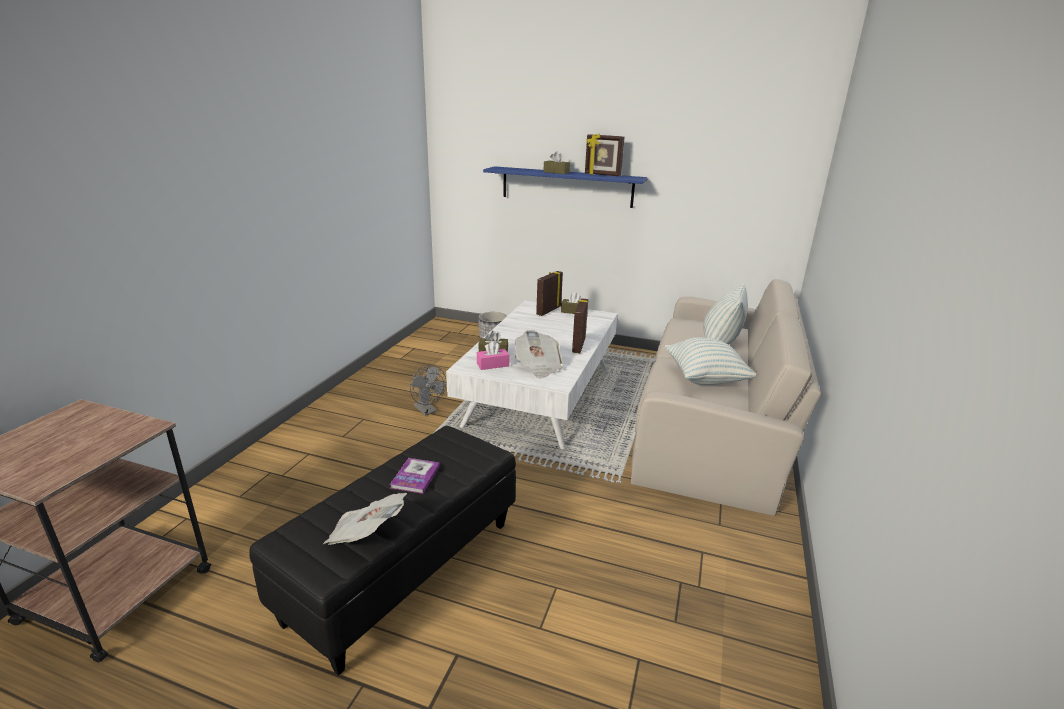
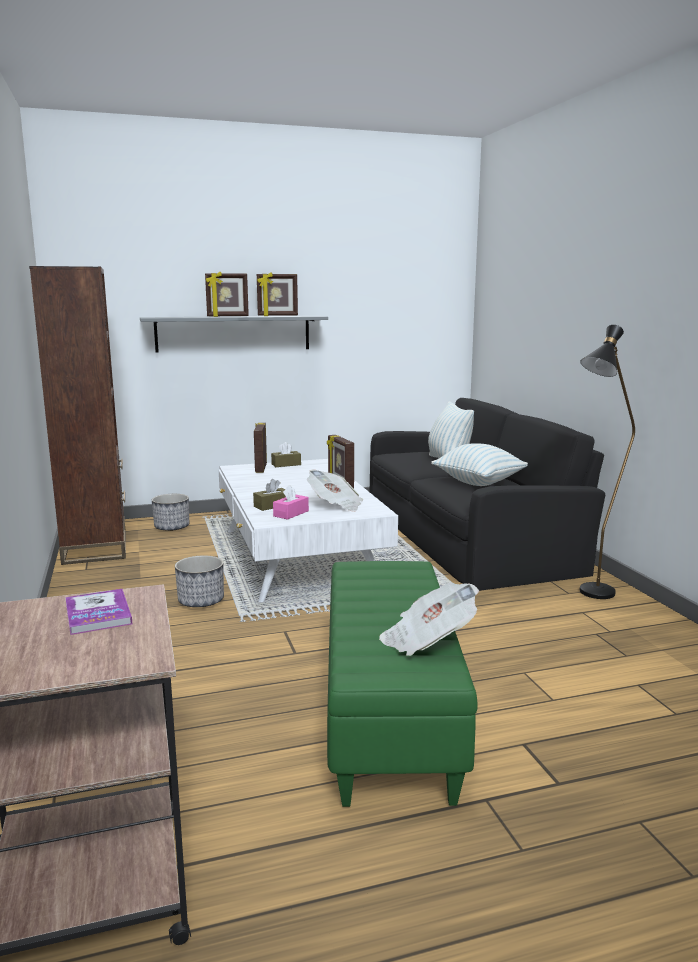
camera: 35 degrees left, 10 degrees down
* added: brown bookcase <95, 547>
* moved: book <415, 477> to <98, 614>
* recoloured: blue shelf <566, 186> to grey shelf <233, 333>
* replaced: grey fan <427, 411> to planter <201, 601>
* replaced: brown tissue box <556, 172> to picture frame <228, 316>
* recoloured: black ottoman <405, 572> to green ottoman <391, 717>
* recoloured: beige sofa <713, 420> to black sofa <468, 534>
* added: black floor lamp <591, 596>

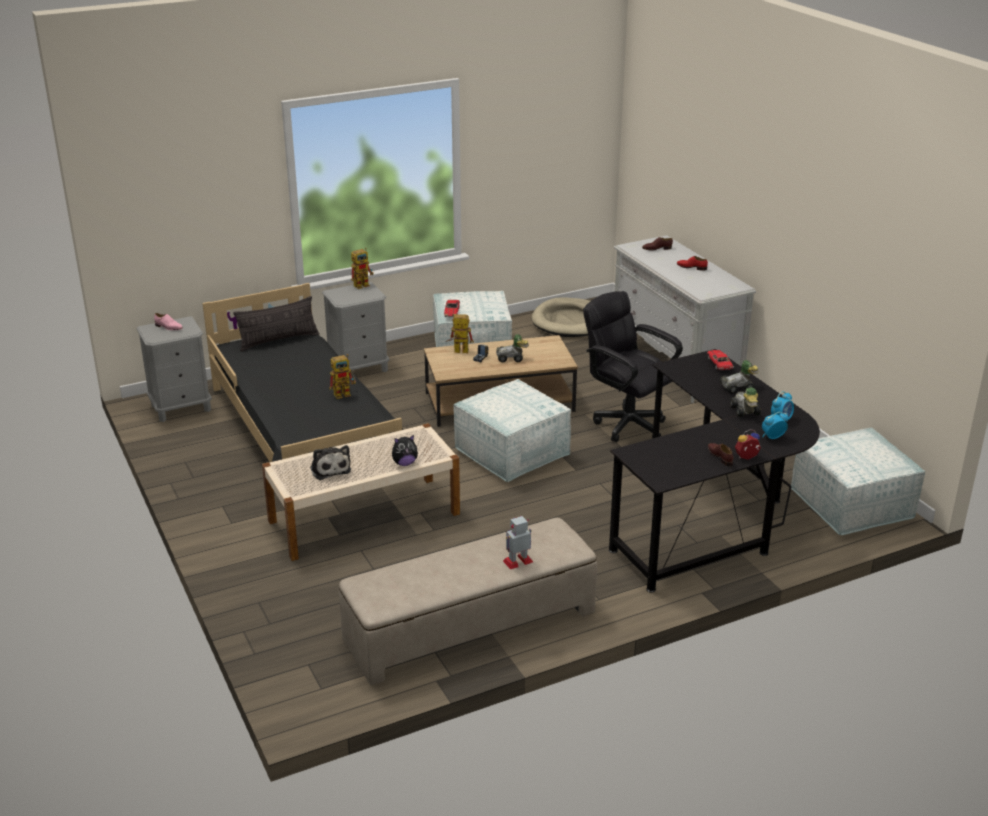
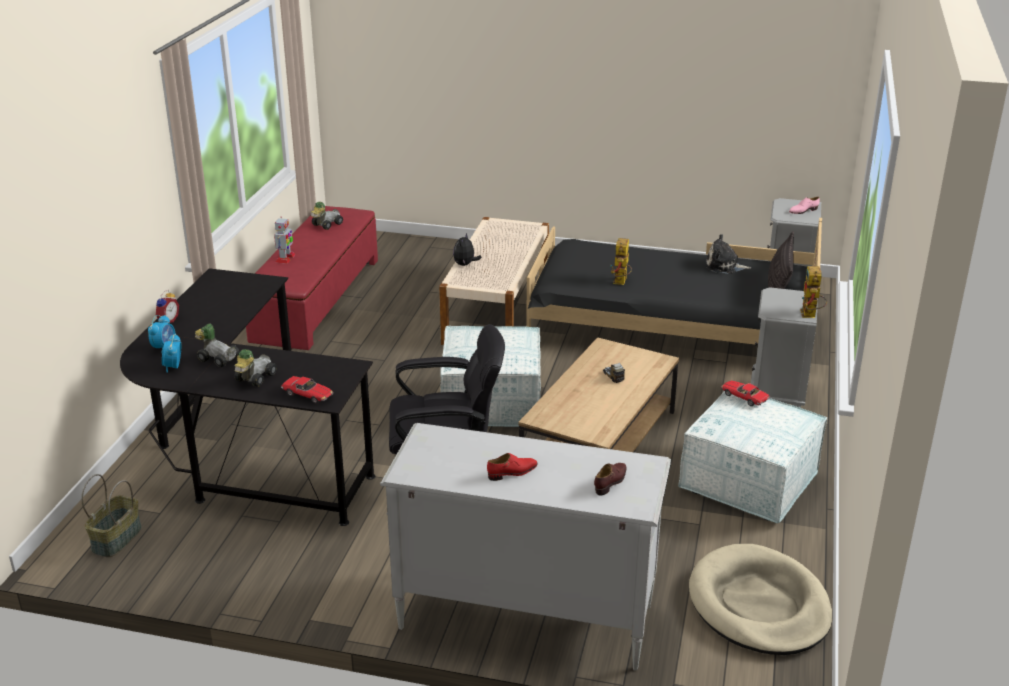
camera: 130 degrees right, 0 degrees up
* replaced: white ottoman <851, 507> to basket <116, 539>
* recoloured: beige bench <469, 626> to red bench <316, 298>
* moved: toy car <511, 358> to <325, 225>
* moved: plush toy <329, 469> to <724, 266>
* removed: toy robot <457, 351>
* removed: brown shoe <720, 457>

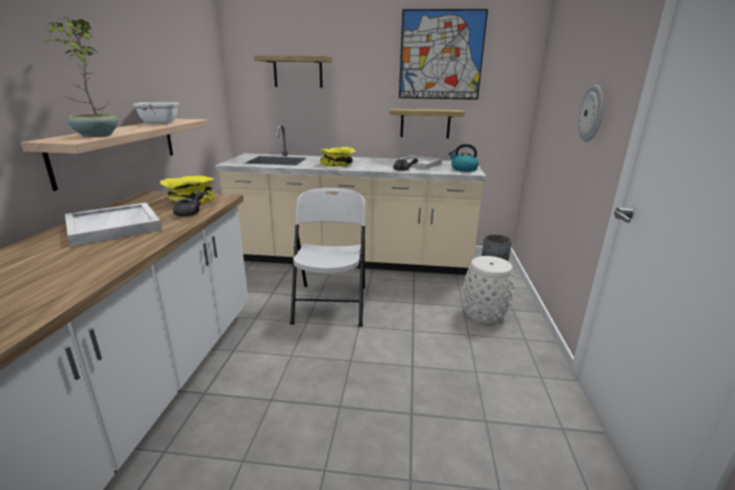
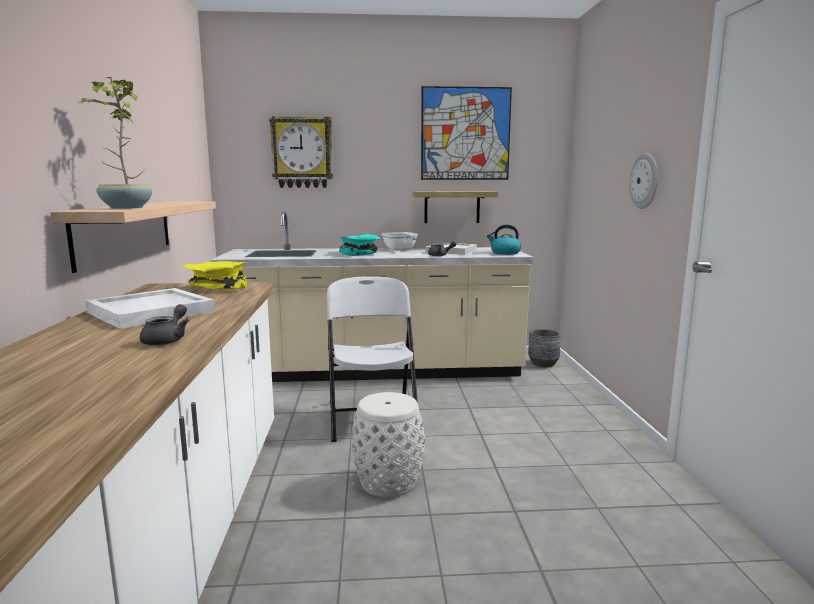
camera: 10 degrees left, 10 degrees down
* moved: grey teapot <190, 213> to <167, 340>
* replaced: shelf <298, 72> to wall clock <302, 153>
* recoloured: yellow bowl <338, 164> to turquoise bowl <360, 254>
* moved: white stool <484, 314> to <388, 482>
* moved: frying pan <158, 123> to <400, 250>

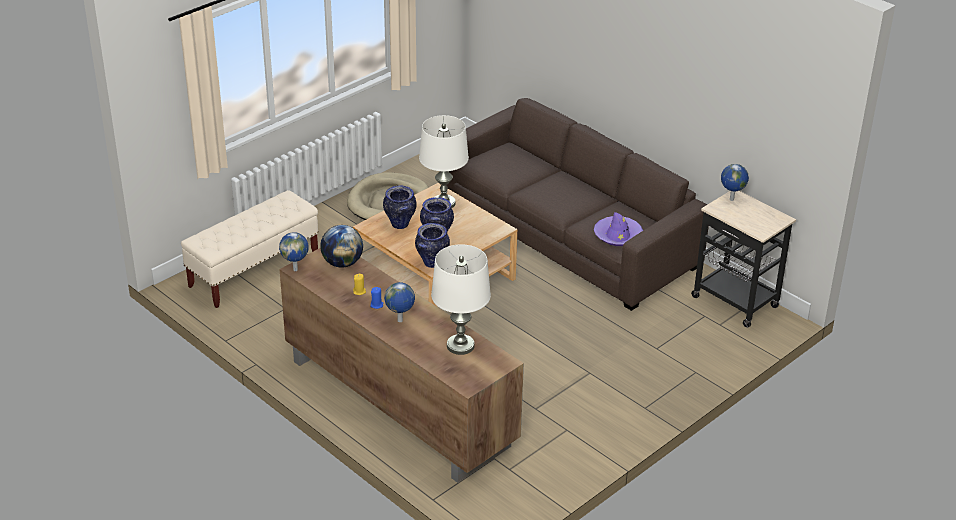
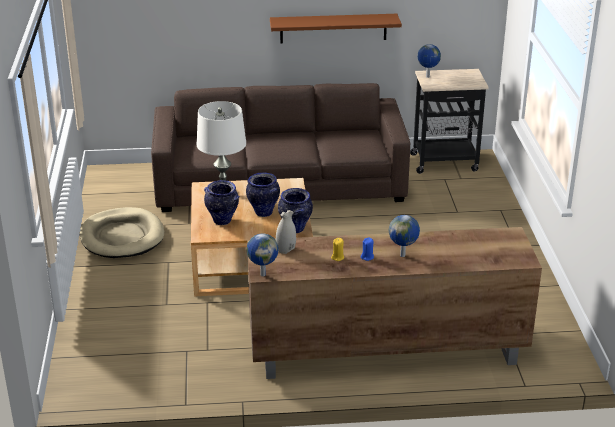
camera: 50 degrees left, 5 degrees down
* added: brown shelf <333, 28>
* replaced: globe <342, 263> to white vase <286, 249>
* removed: beige bench <254, 271>
* removed: white table lamp <460, 345>
* removed: purple hat <618, 235>

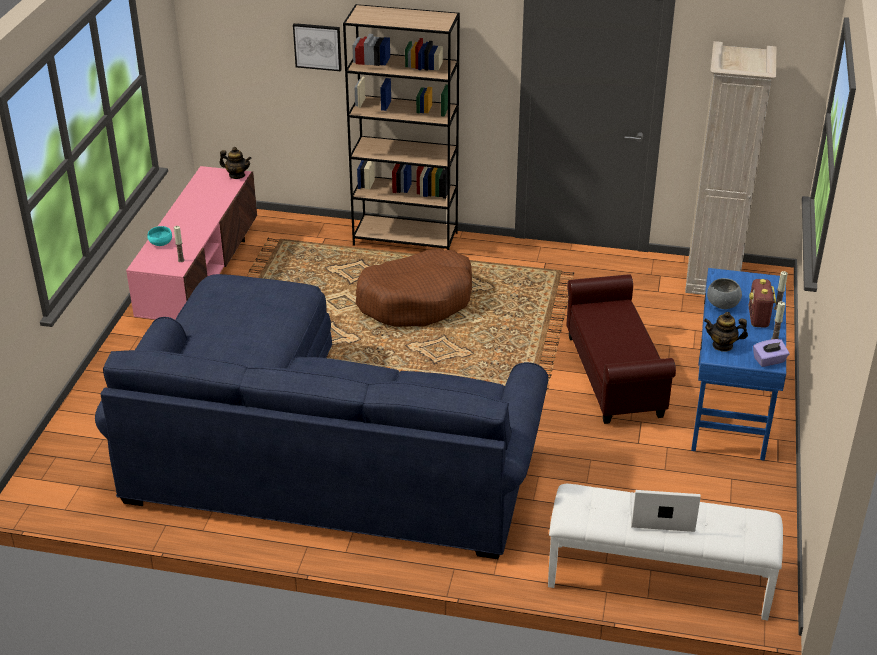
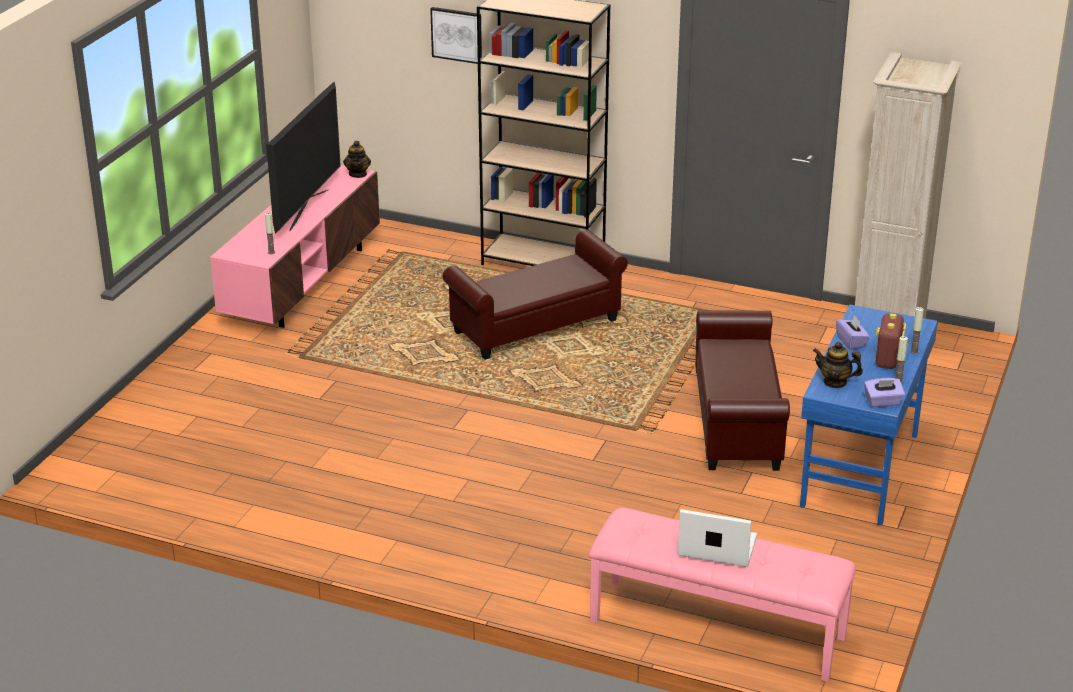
camera: 10 degrees right, 5 degrees down
* added: television <308, 209>
* turned: teapot <237, 175> = <358, 174> 60 degrees clockwise
* replaced: brown dog bed <416, 300> to brown ottoman <535, 327>
* recoloured: white bench <658, 580> to pink bench <716, 629>
* replaced: grey bowl <722, 304> to purple tissue box <851, 342>
* removed: blue sofa <311, 454>
* removed: turquoise bowl <160, 243>

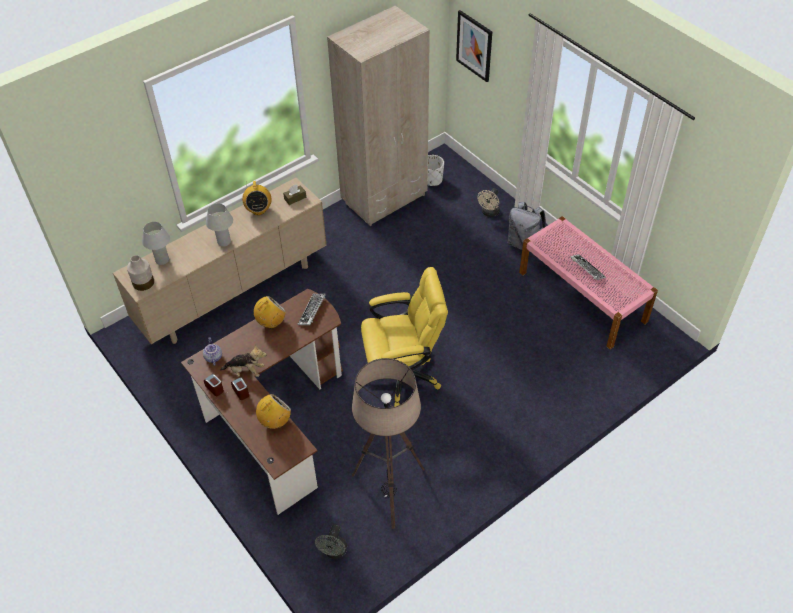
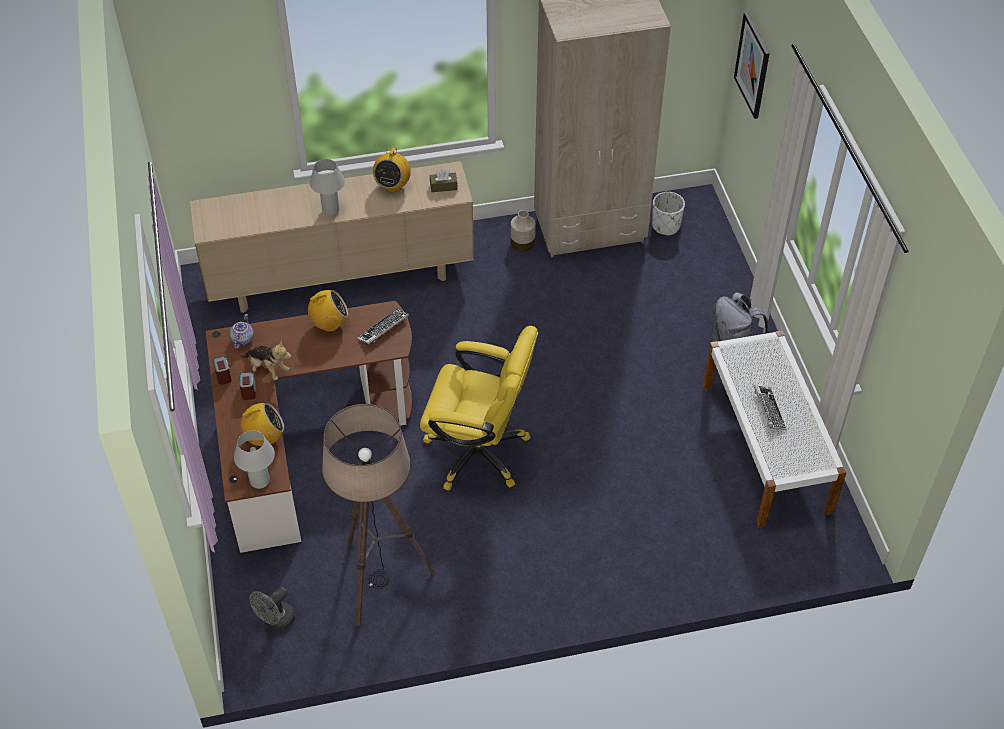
camera: 25 degrees right, 0 degrees up
* moved: white table lamp <162, 260> to <260, 481>
* moved: beige vase <143, 282> to <523, 242>
* recoloured: pink bench <582, 296> to white bench <766, 447>
* removed: beige fan <489, 213>

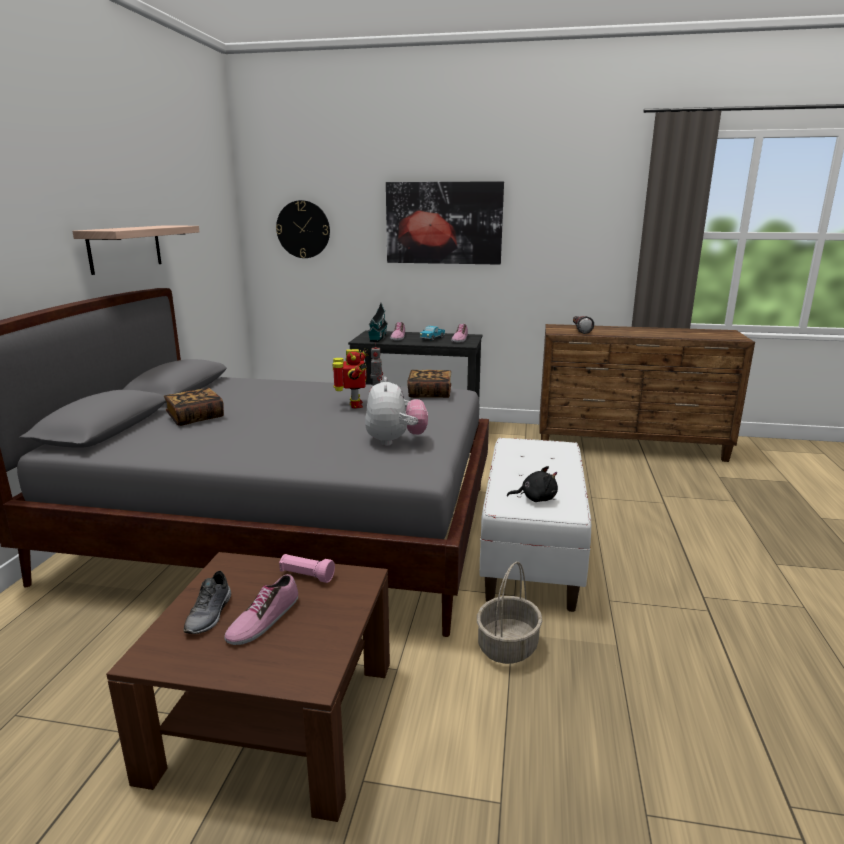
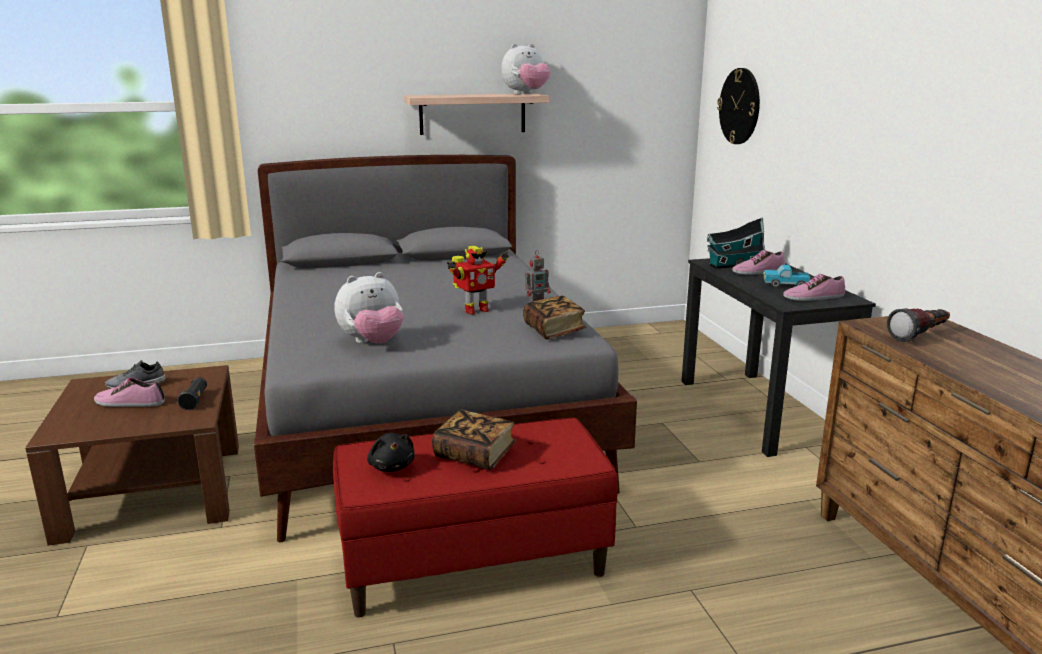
camera: 65 degrees right, 0 degrees up
* recoloured: pink flashlight <306, 576> to black flashlight <195, 400>
* recoloured: white bench <530, 553> to red bench <474, 562>
* moved: book <195, 418> to <475, 455>
* added: plush toy <526, 94>
* removed: picture <444, 223>
* removed: basket <508, 647>

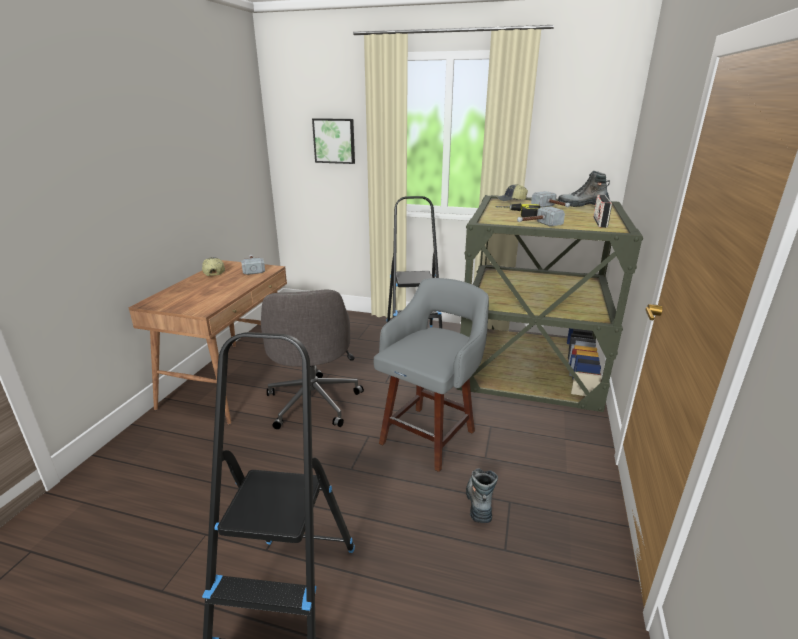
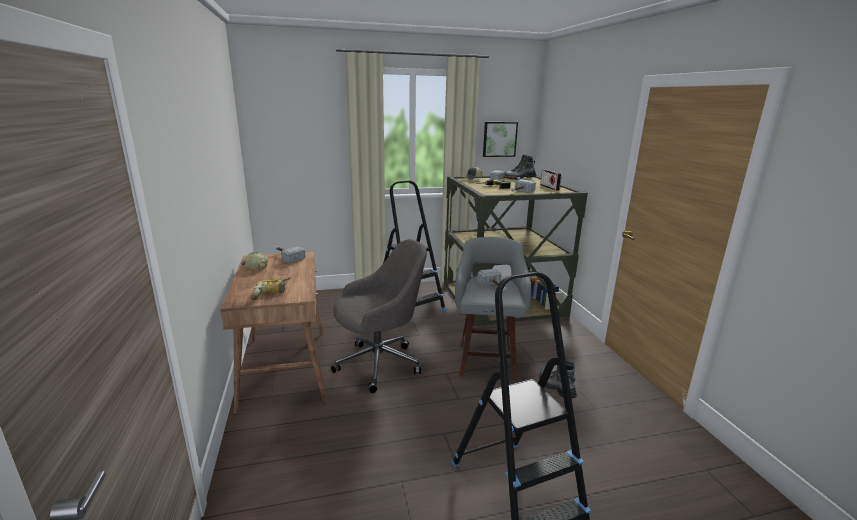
camera: 30 degrees left, 5 degrees down
* added: power drill <271, 293>
* turned: grey office chair <313, 403> = <379, 364> 75 degrees counterclockwise
* added: hammer <494, 287>
* moved: picture <334, 141> to <499, 139>

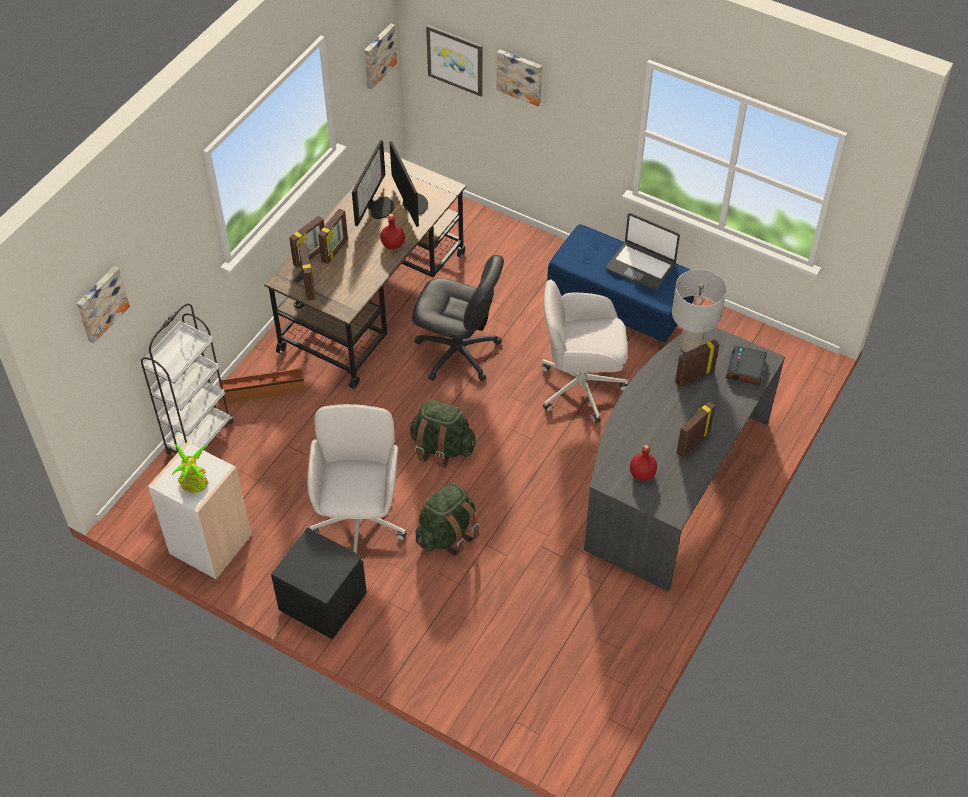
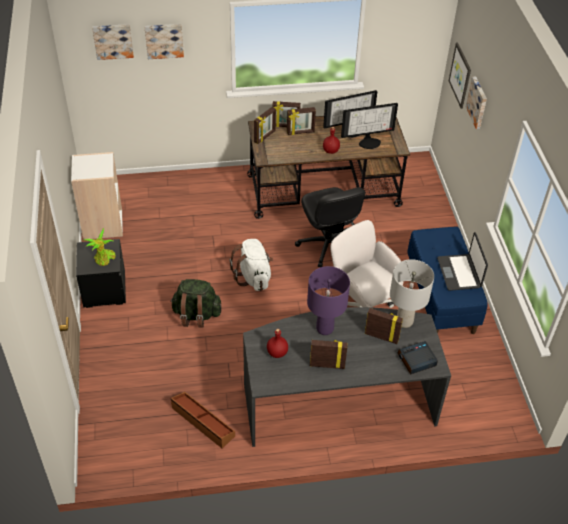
camera: 50 degrees right, 5 degrees down
* moved: potted plant <194, 483> to <104, 259>
* moved: picture <378, 55> to <164, 40>
* moved: brown storage box <262, 390> to <202, 422>
* recoloured: green backpack <441, 448> to white backpack <253, 277>
* added: purple table lamp <324, 329>
* turned: monitor <412, 204> = <369, 141> 45 degrees clockwise
* removed: white cart <199, 438>
* removed: white office chair <360, 523>

